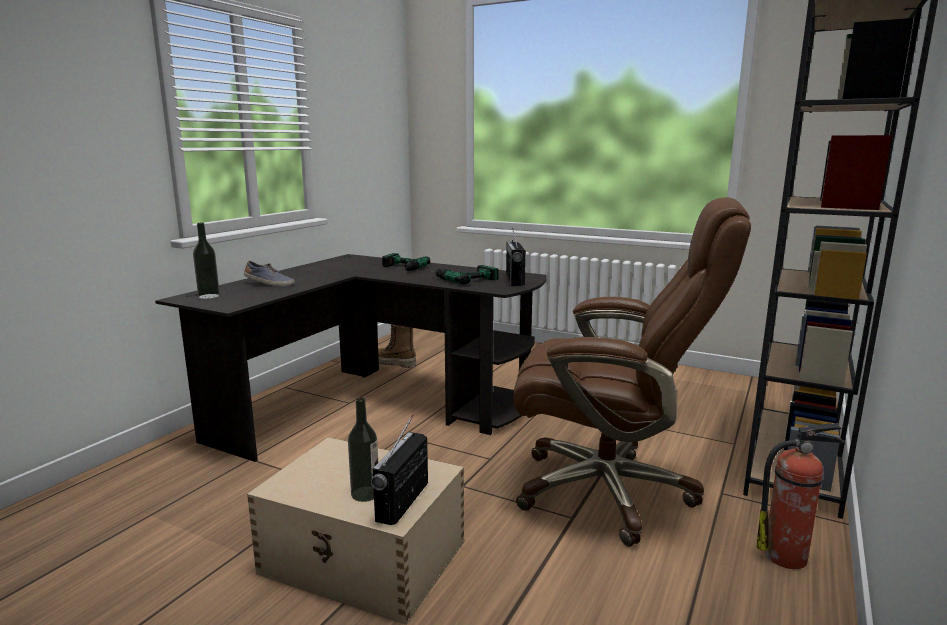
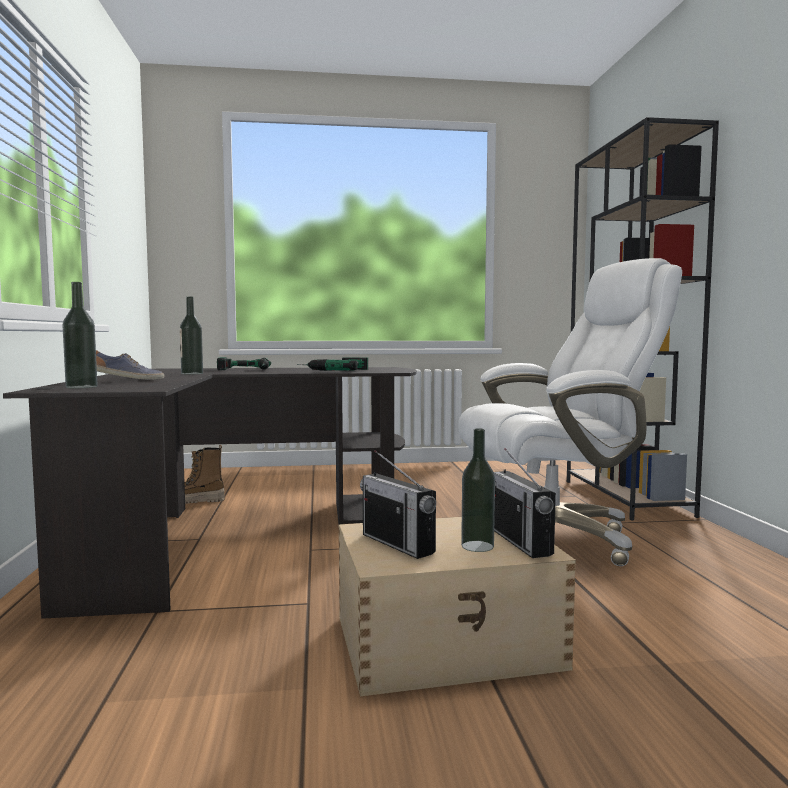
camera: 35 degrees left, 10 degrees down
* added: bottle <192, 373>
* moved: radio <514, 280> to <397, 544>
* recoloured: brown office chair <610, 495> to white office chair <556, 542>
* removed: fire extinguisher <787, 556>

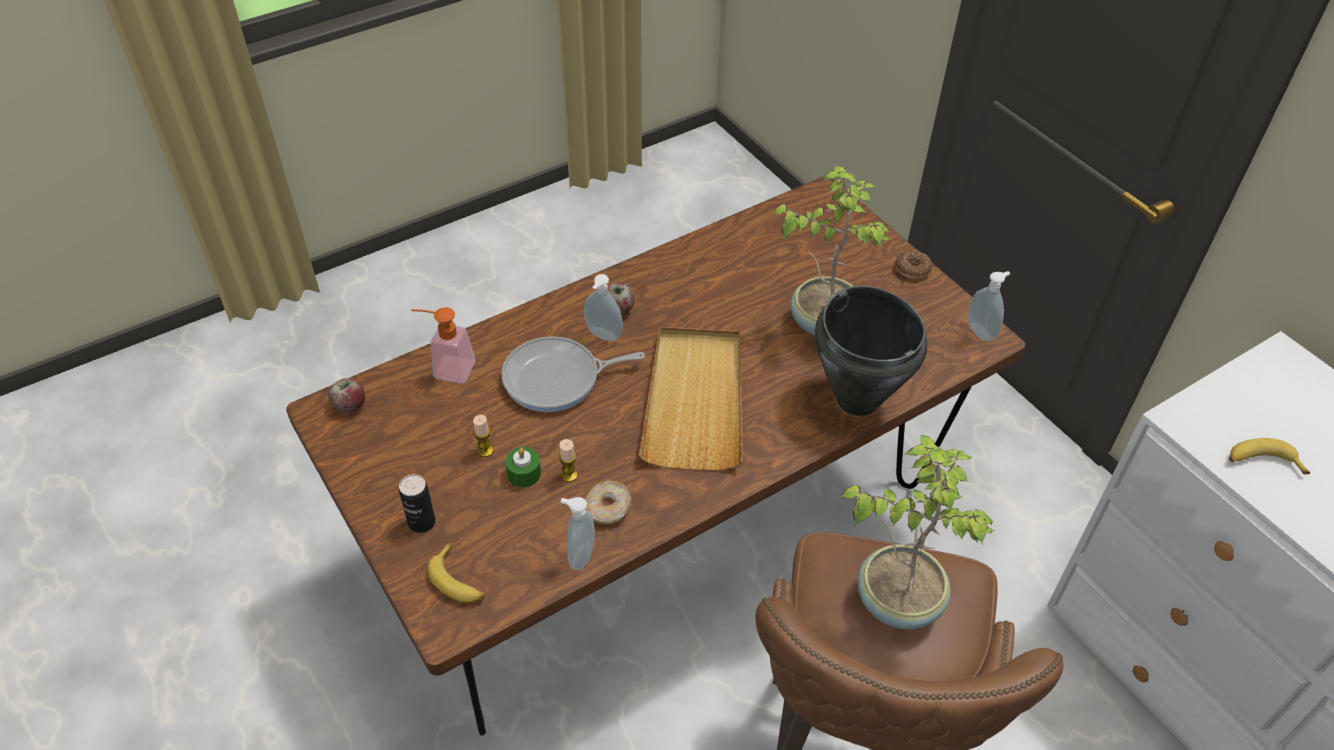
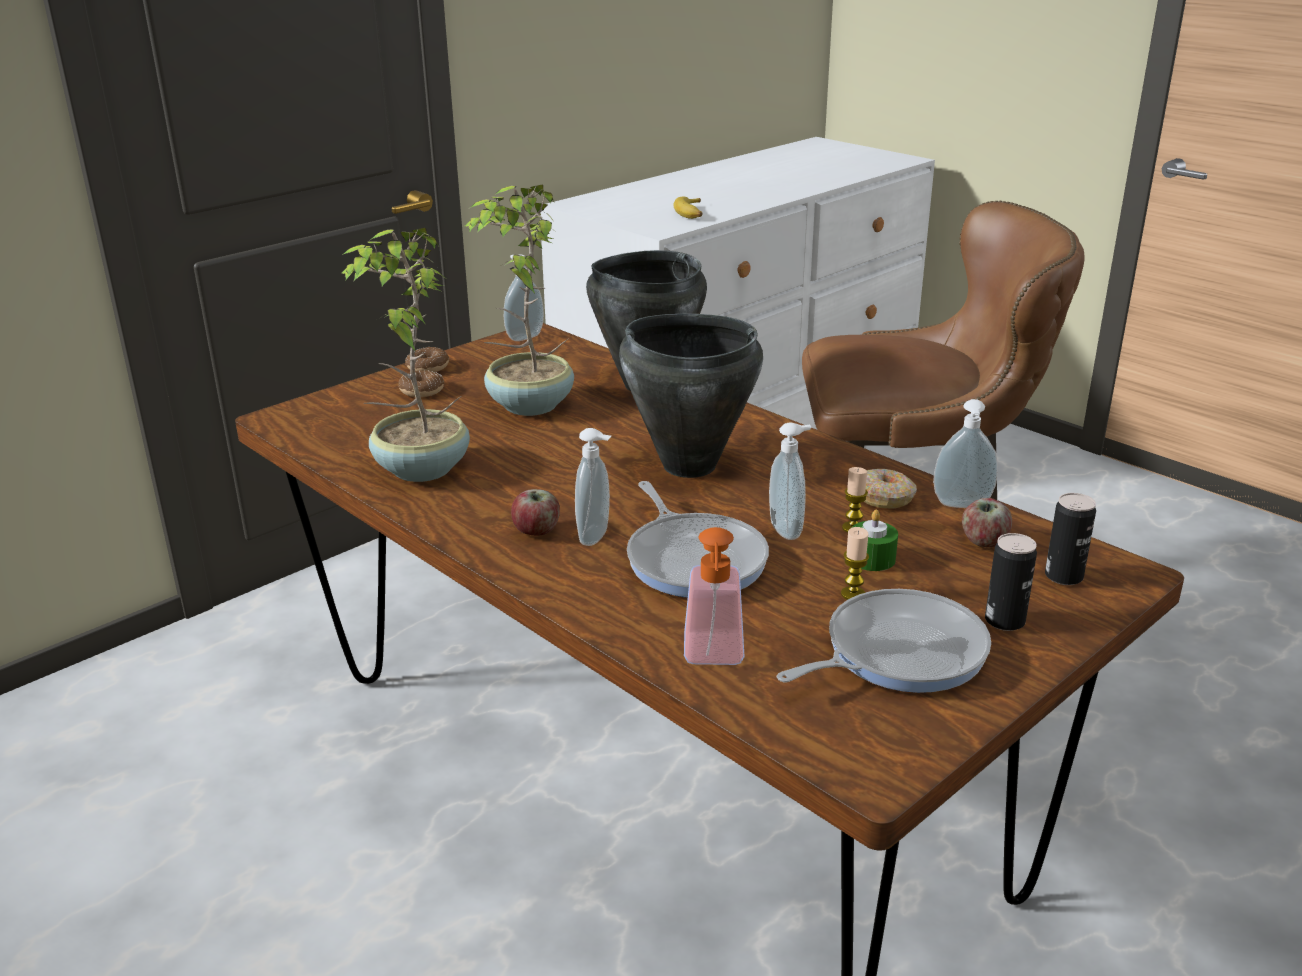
camera: 100 degrees left, 20 degrees down
* moved: potted plant <897, 599> to <419, 470>
* added: donut <422, 391>
* replaced: beige tray <695, 400> to black cooking pot <688, 465>
* added: soap dispenser <788, 530>
* added: frying pan <897, 653>
* moved: apple <350, 405> to <983, 542>
* replaced: banana <458, 581> to can <1063, 576>

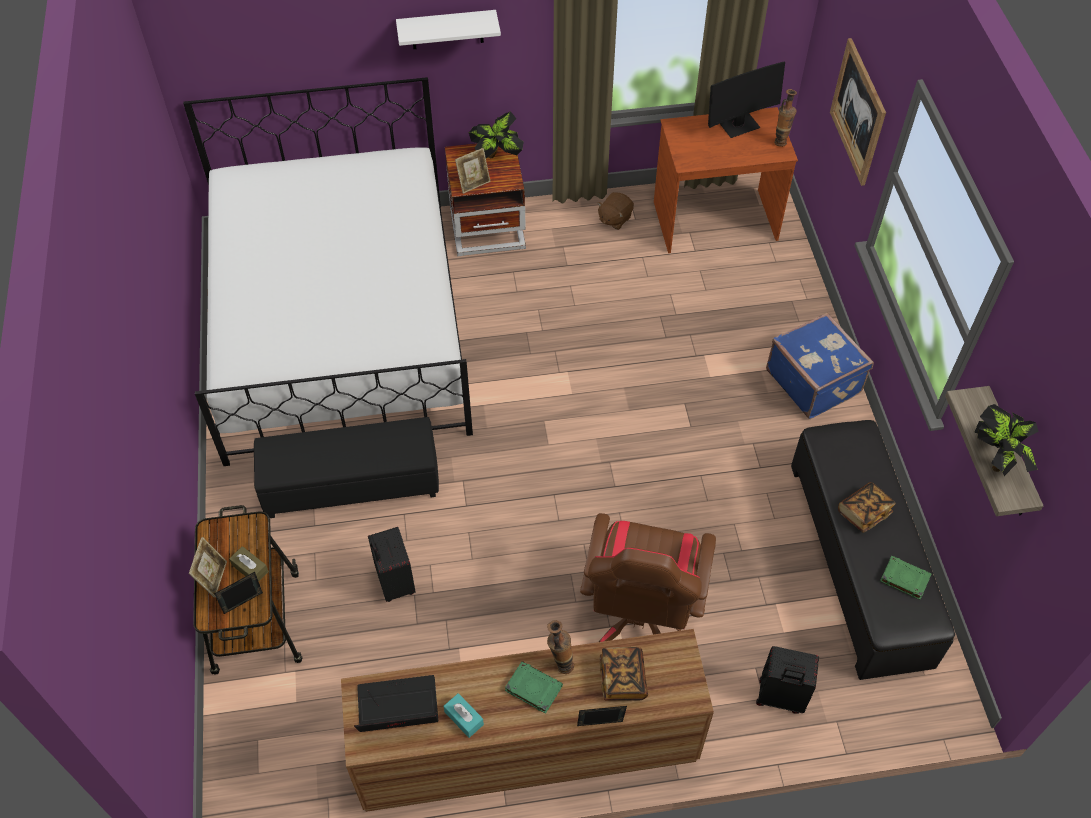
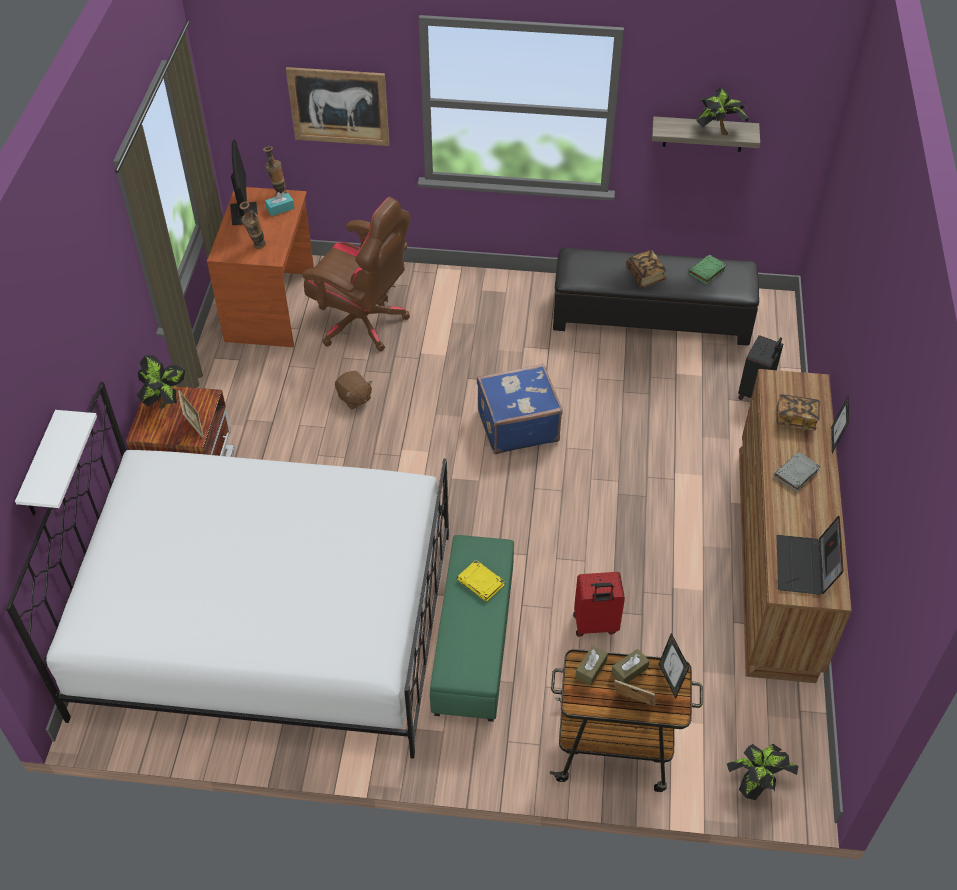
camera: 75 degrees left, 5 degrees down
* moved: white shelf <447, 29> to <41, 468>
* moved: vase <560, 663> to <256, 247>
* moved: turquoise tissue box <464, 718> to <280, 208>
* moved: brown office chair <641, 613> to <361, 322>
* moved: brown plush toy <614, 219> to <354, 398>
* recoloured: black ottoman <351, 483> to green ottoman <472, 643>
* added: yellow book <481, 583>
* moved: blue suitcase <814, 381> to <517, 425>
* recoloured: black suitcase <394, 583> to red suitcase <595, 625>
* added: brown tissue box <591, 669>
* added: potted plant <757, 783>
* recoloured: green book <533, 688> to grey book <796, 474>

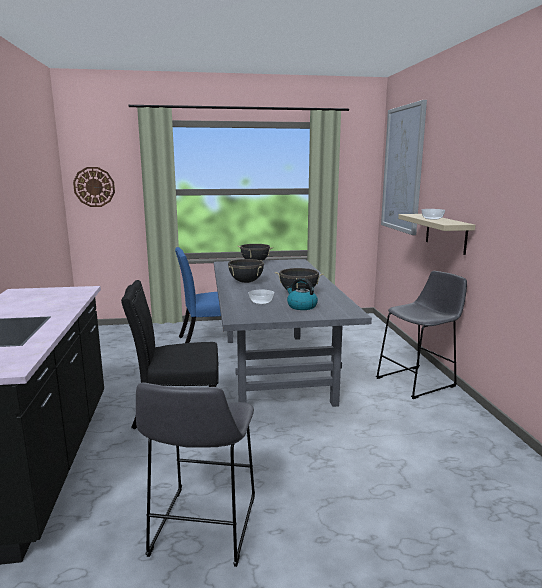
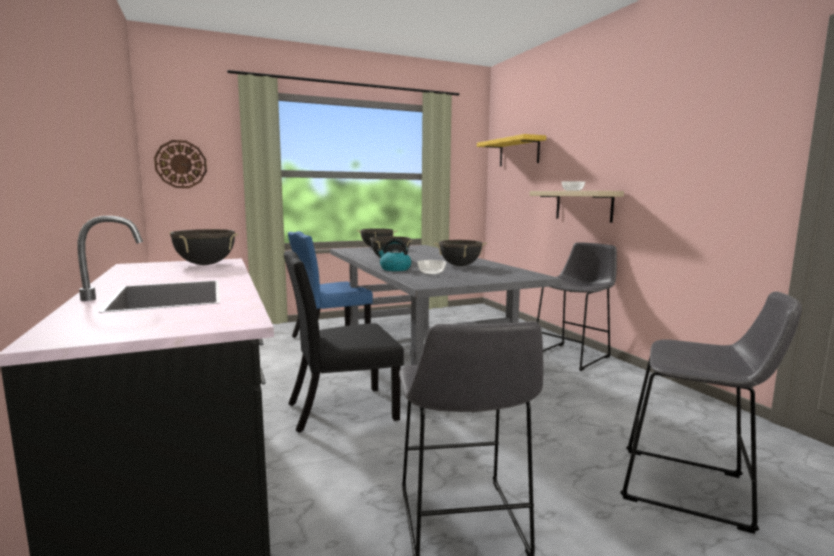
camera: 15 degrees left, 5 degrees down
* added: black cooking pot <205, 264>
* moved: kettle <301, 306> to <394, 269>
* replaced: picture <403, 169> to yellow shelf <519, 152>
* added: grey stool <692, 490>

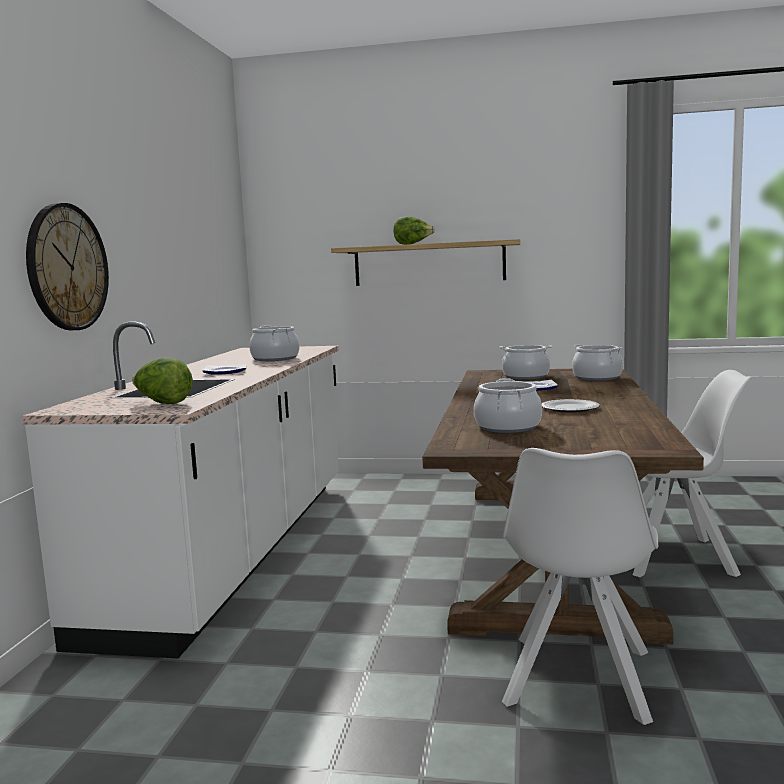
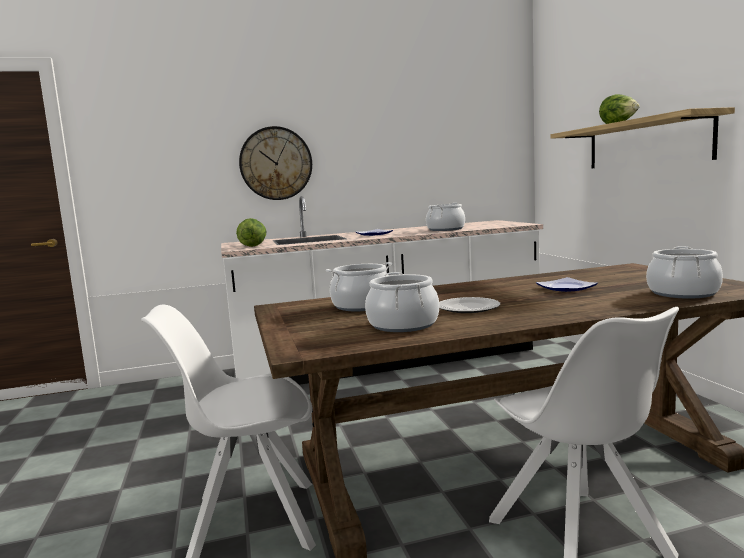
camera: 65 degrees right, 0 degrees up
* moved: cooking pot <526, 376> to <402, 325>

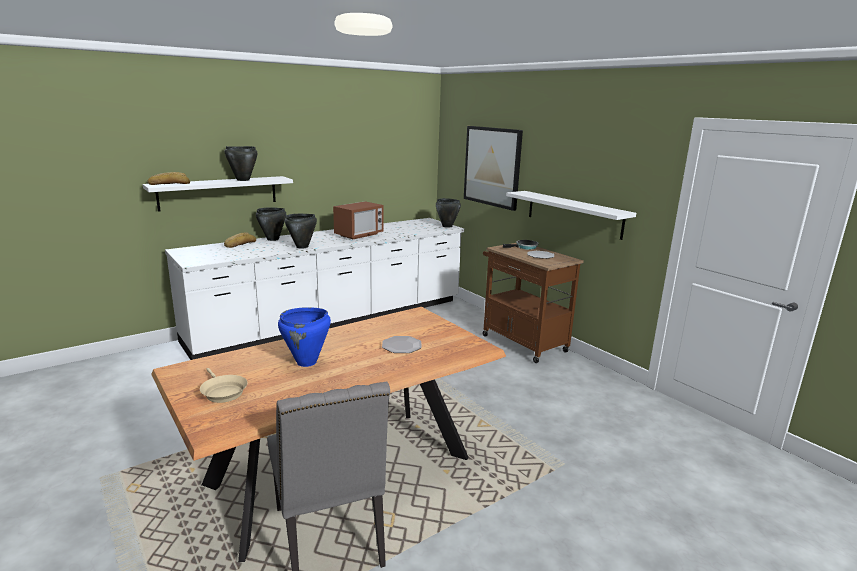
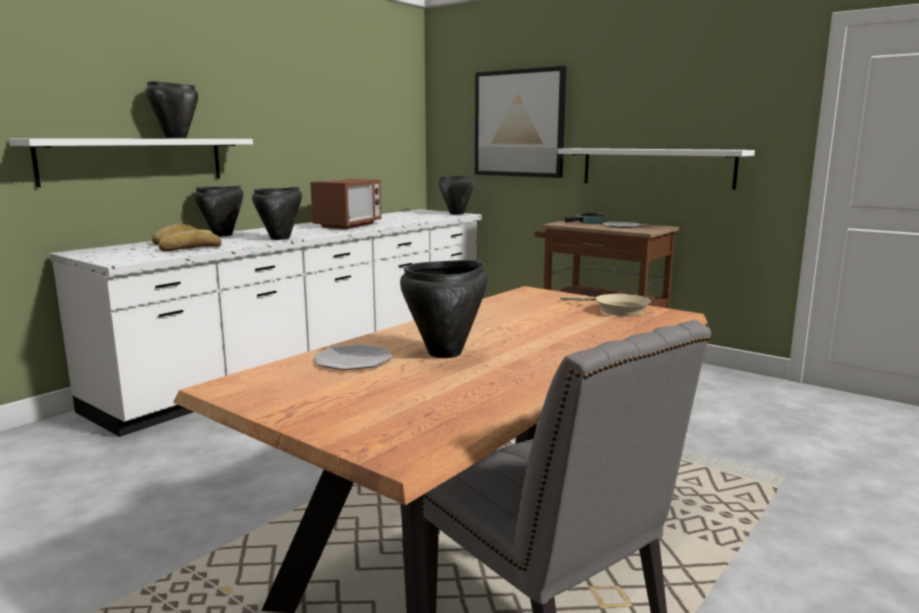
camera: 15 degrees left, 5 degrees down
* moved: bread <169, 184> to <190, 248>
* moved: plate <402, 346> to <353, 360>
* recoloured: blue cooking pot <307, 362> to black cooking pot <445, 353>
* moved: beige frying pan <222, 392> to <616, 310>

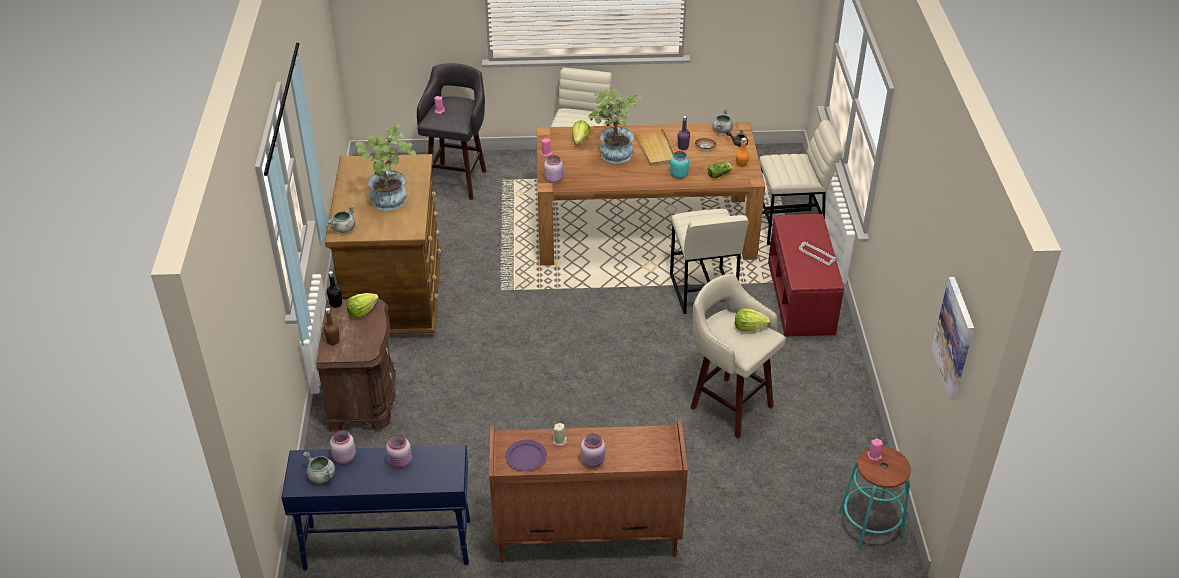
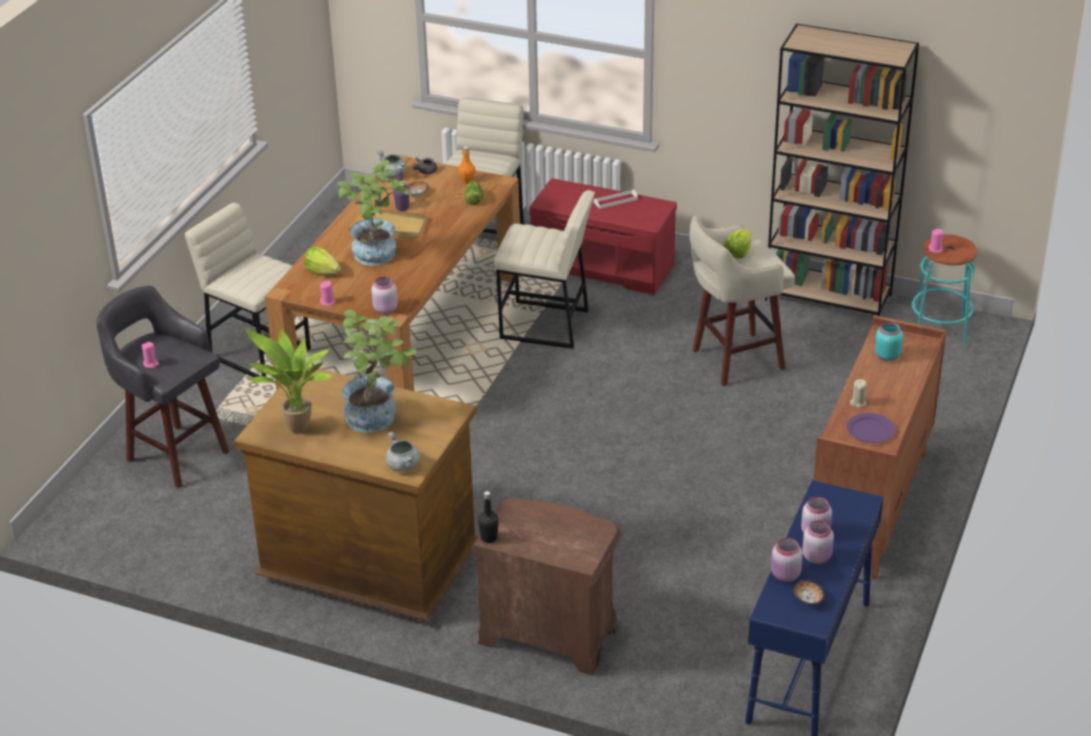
camera: 65 degrees left, 5 degrees down
* added: potted plant <296, 430>
* added: beige bookcase <829, 297>
* replaced: grey cooking pot <322, 476> to bowl <808, 598>
* moved: pink jar <593, 461> to <817, 557>
* moved: turquoise jar <678, 174> to <886, 356>
* removed: brown bottle <333, 341>
* removed: lettuce <362, 311>
* removed: picture <954, 338>

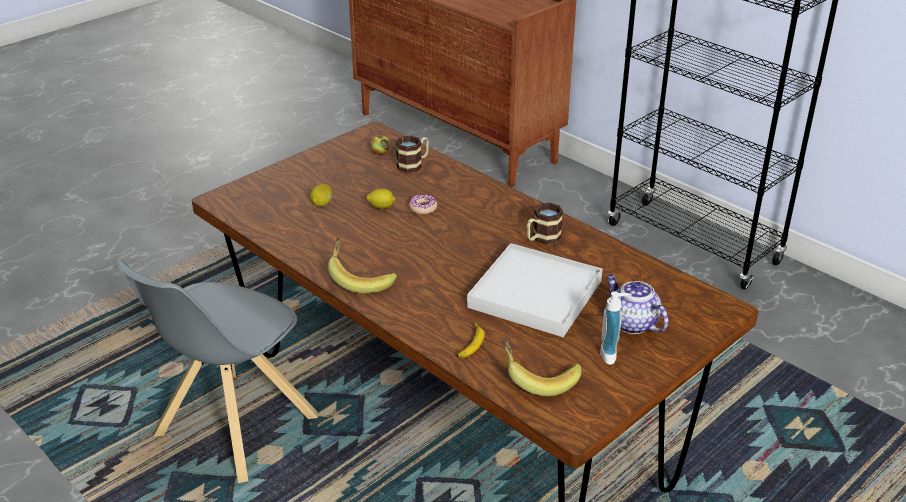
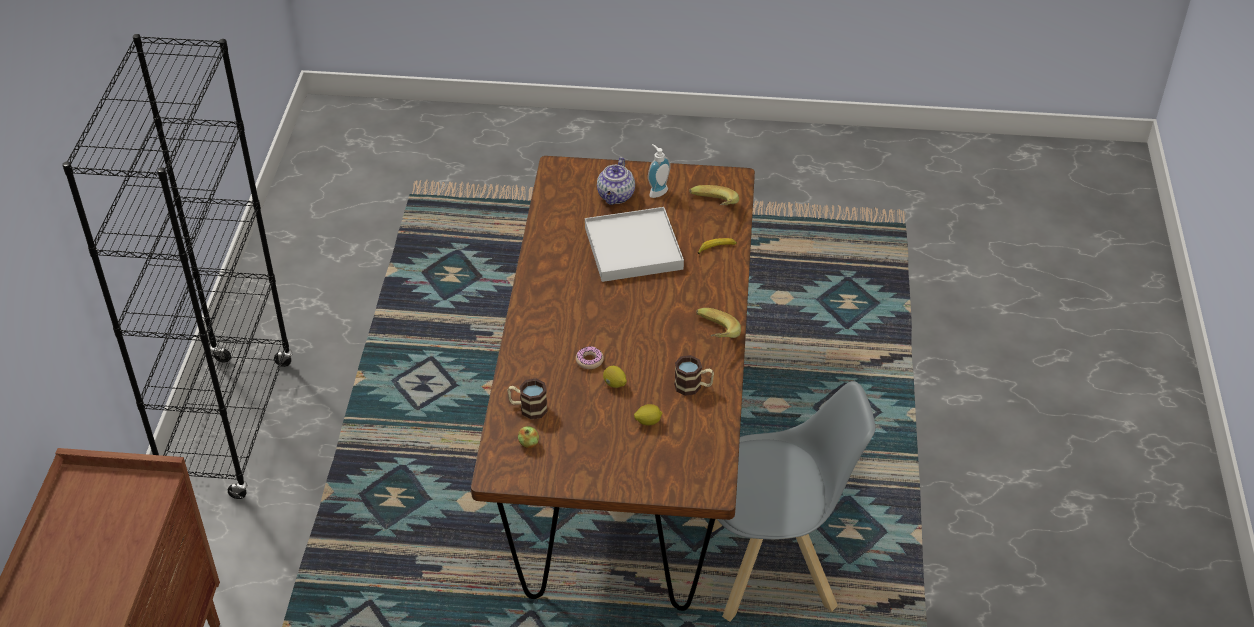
camera: 130 degrees left, 10 degrees up
* moved: mug <542, 239> to <693, 386>

